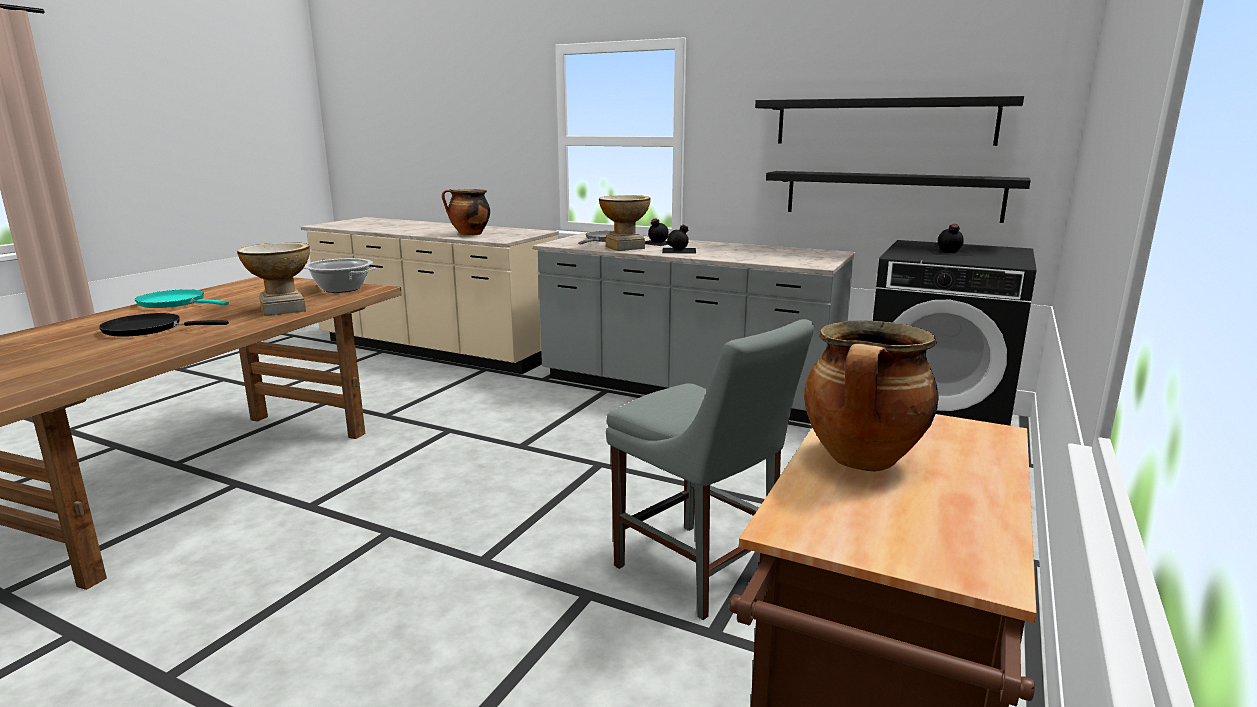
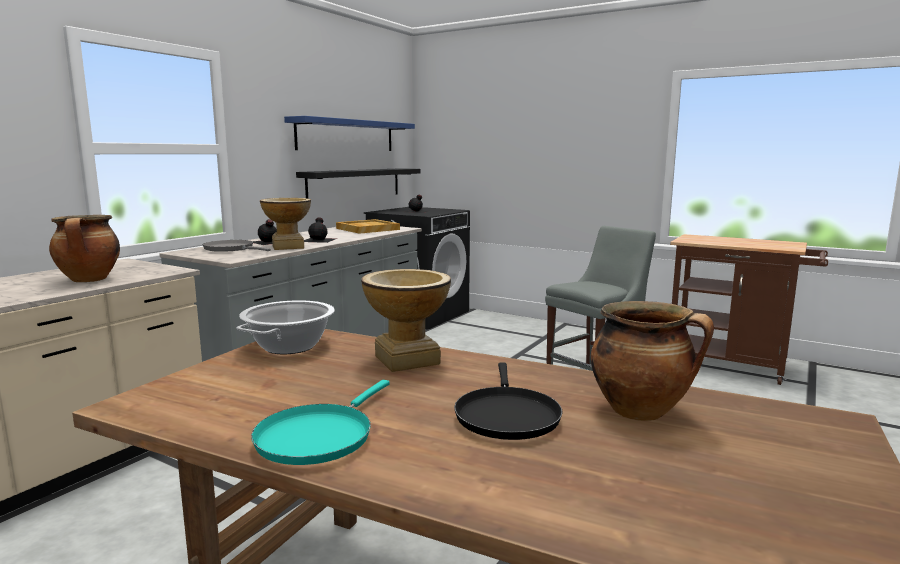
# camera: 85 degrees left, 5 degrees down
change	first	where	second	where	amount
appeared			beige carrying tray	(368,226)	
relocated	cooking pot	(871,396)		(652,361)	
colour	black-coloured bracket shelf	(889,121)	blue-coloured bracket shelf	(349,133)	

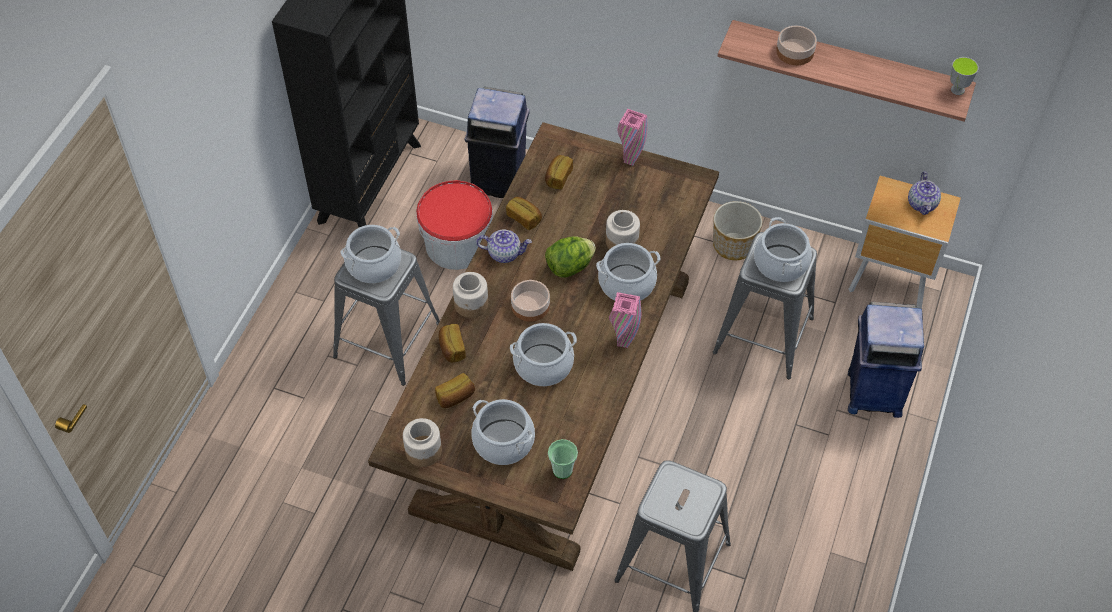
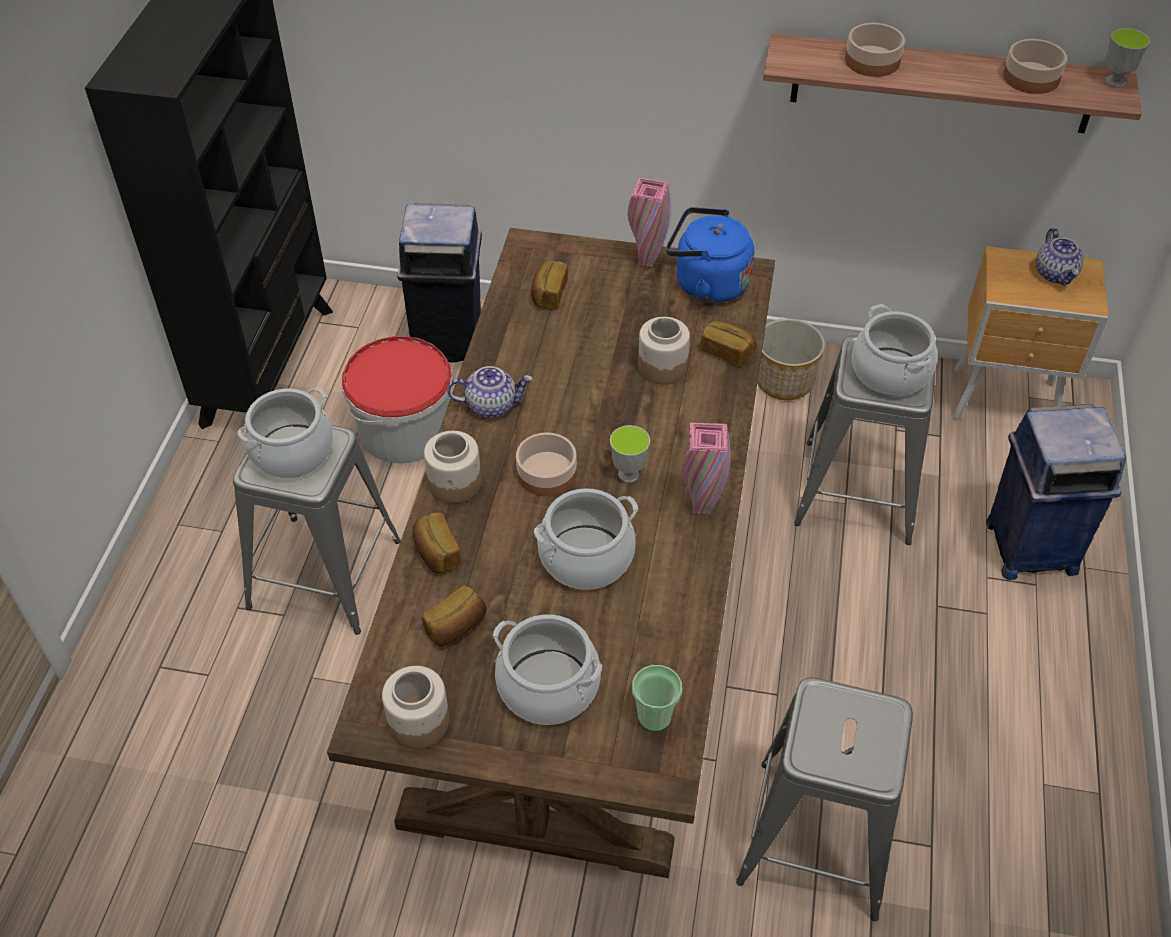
# camera: 10 degrees left, 5 degrees down
change	first	where	second	where	amount
missing	lettuce	(570,256)			
missing	cooking pot	(628,272)			
appeared			cup	(630,454)	
appeared			blue-coloured tea kettle	(710,255)	
appeared			serving bowl	(1035,66)	
relocated	baked bread	(524,213)		(728,343)	

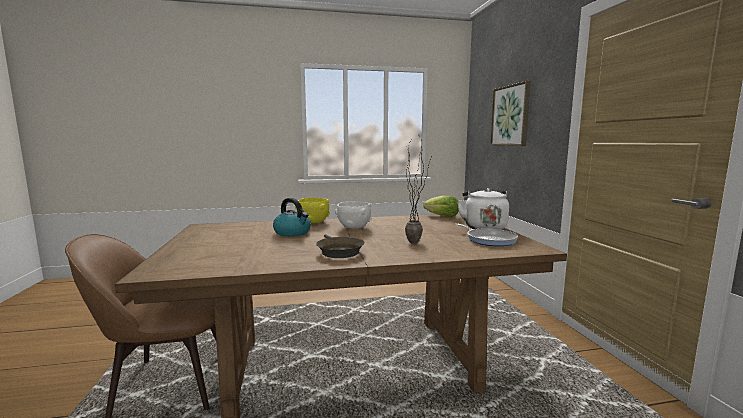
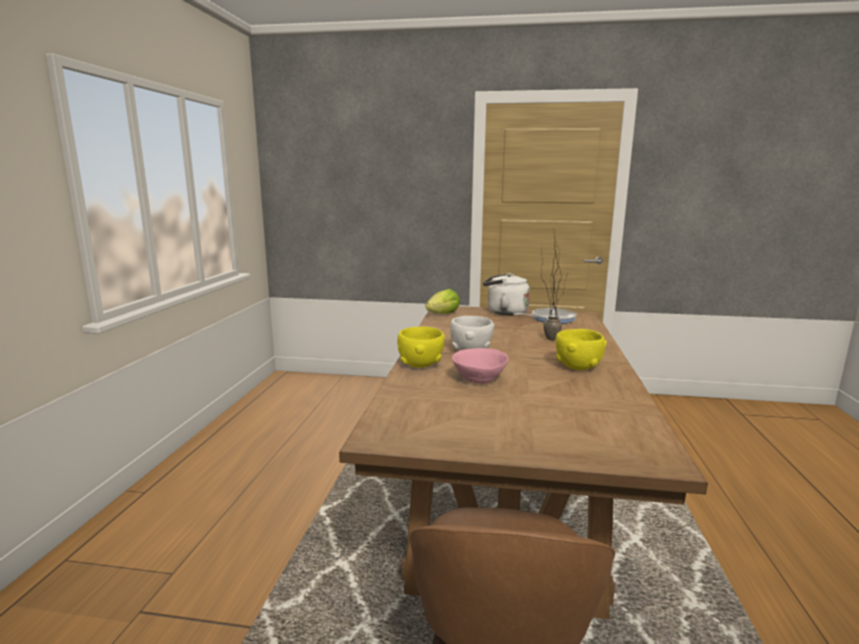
# camera: 70 degrees left, 5 degrees up
change	first	where	second	where	amount
missing	picture	(510,113)			
exchanged	tea kettle	(292,217)	pinkish serving bowl	(480,366)	
exchanged	brownish pan	(340,246)	yellow-coloured serving bowl	(581,349)	

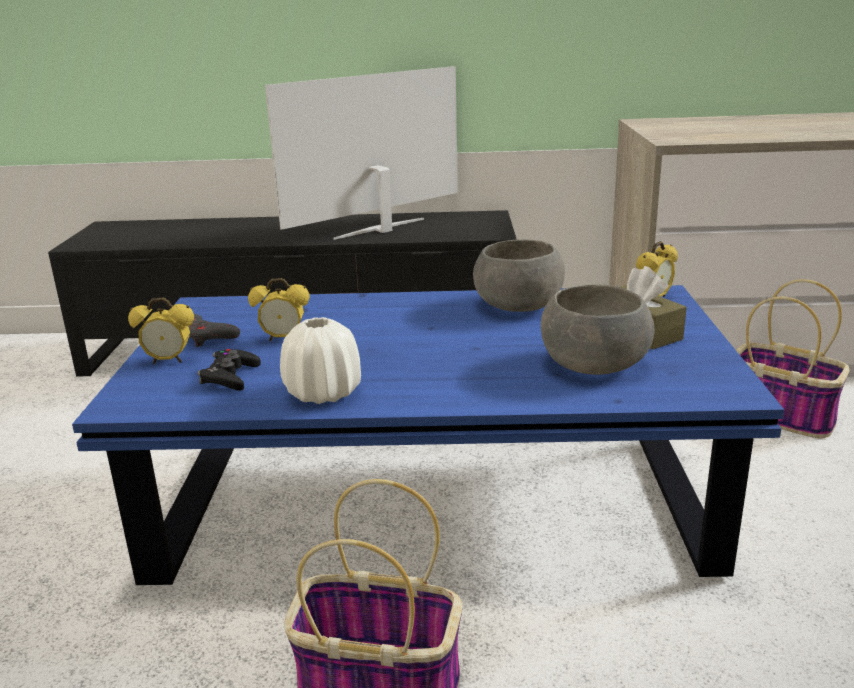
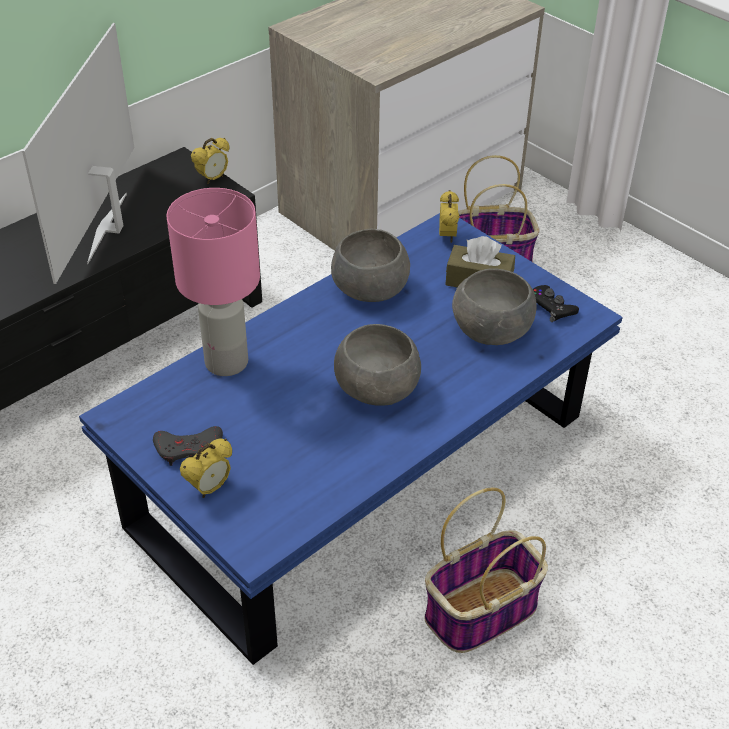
# camera: 45 degrees left, 20 degrees up
change	first	where	second	where	amount
missing	white decorative vase	(320,360)			
appeared			pinkish table lamp	(213,282)	
appeared			grey serving bowl	(377,365)	
relocated	black-coloured gamepad	(229,370)		(556,303)	
relocated	alarm clock	(279,309)		(210,161)	

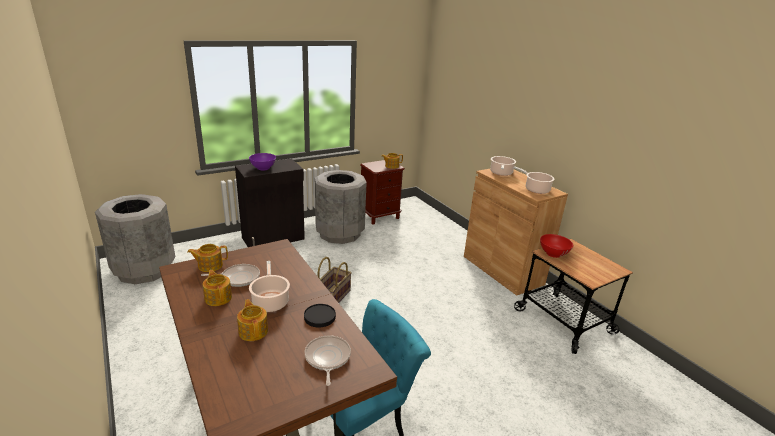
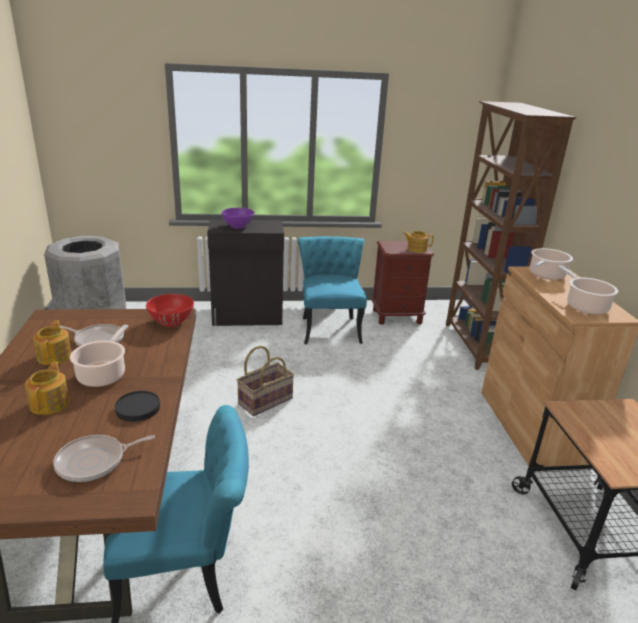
# camera: 25 degrees right, 0 degrees up
change	first	where	second	where	amount
missing	tea pot	(207,258)			
appeared			brownish bookcase	(511,235)	
relocated	reddish serving bowl	(556,246)		(170,310)	
exchanged	grey waste bin	(341,207)	turquoise-coloured plain chair	(332,290)	
spun	pan	(328,361)		(104,458)	135 degrees counterclockwise

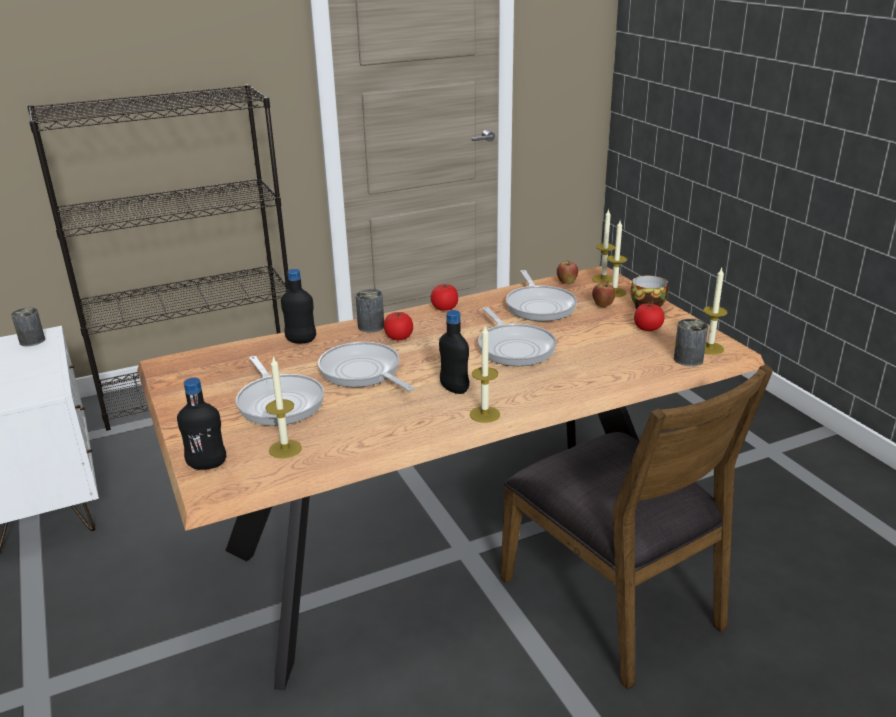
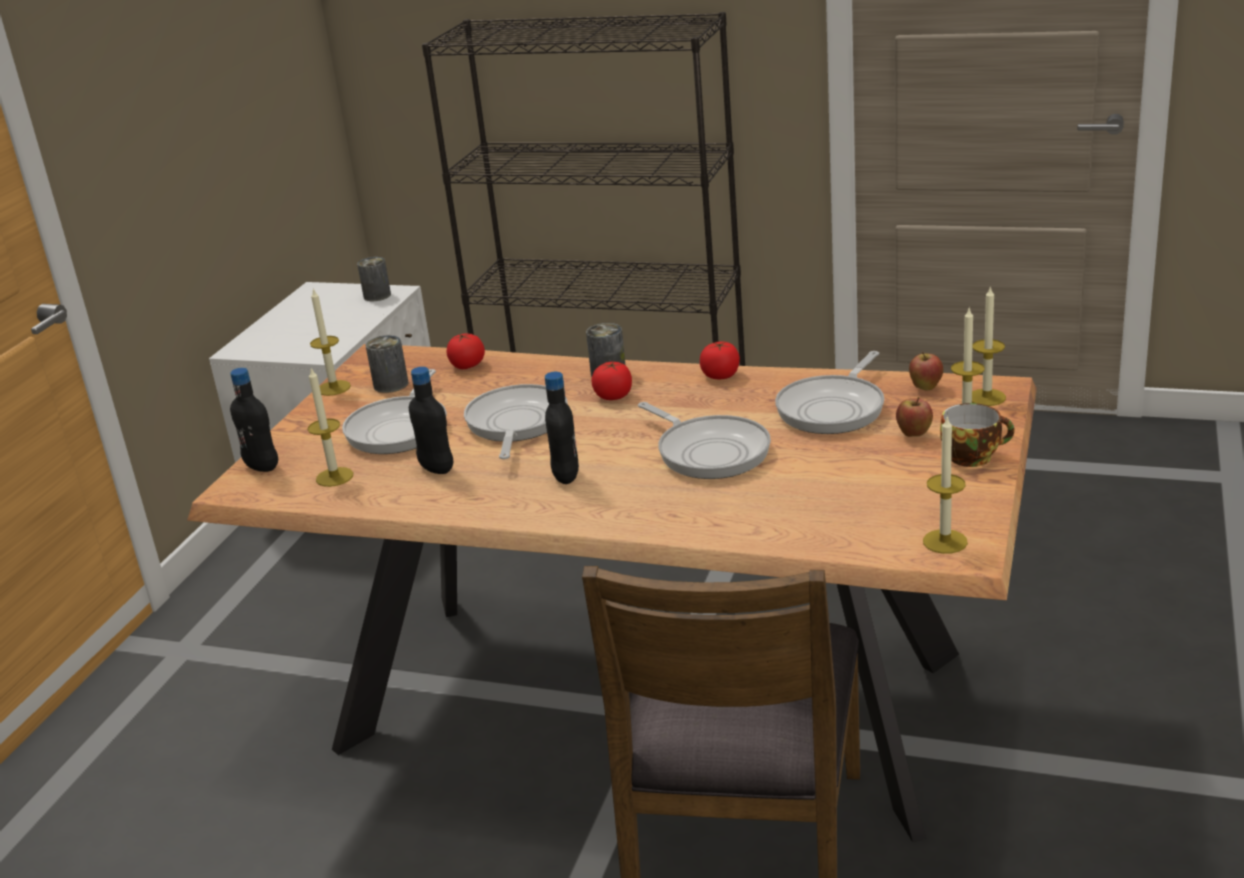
# camera: 45 degrees right, 0 degrees up
change	first	where	second	where	amount
relocated	black-coloured beverage bottle	(298,306)		(431,420)	
relocated	candle	(485,374)		(330,342)	
relocated	whole tomato	(649,317)		(466,351)	
relocated	metal can	(691,342)		(387,364)	
spun	pan	(517,336)		(704,440)	60 degrees counterclockwise

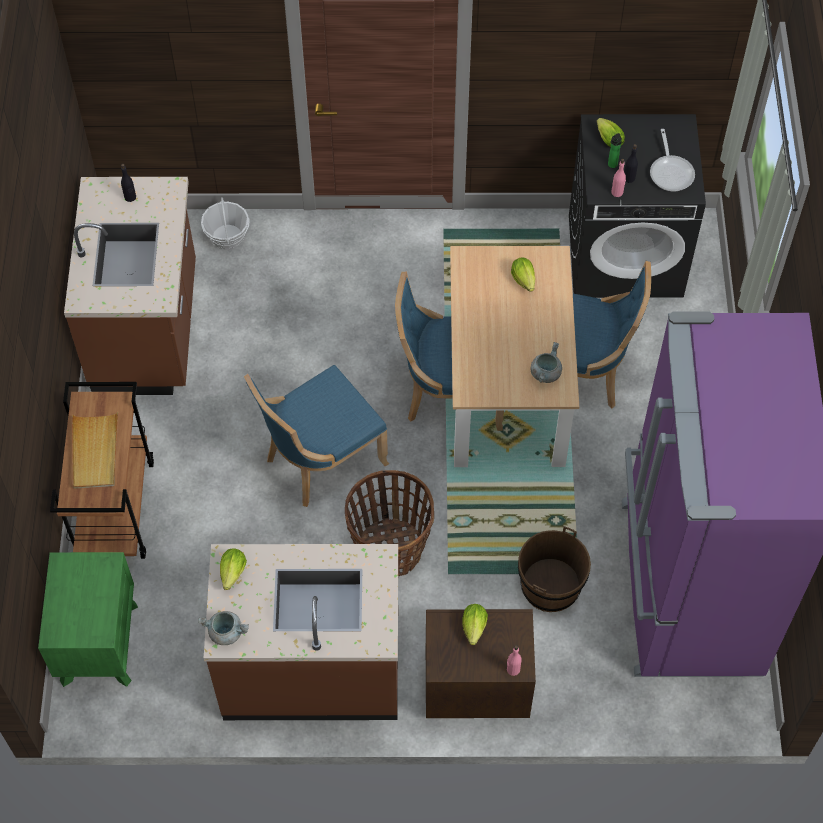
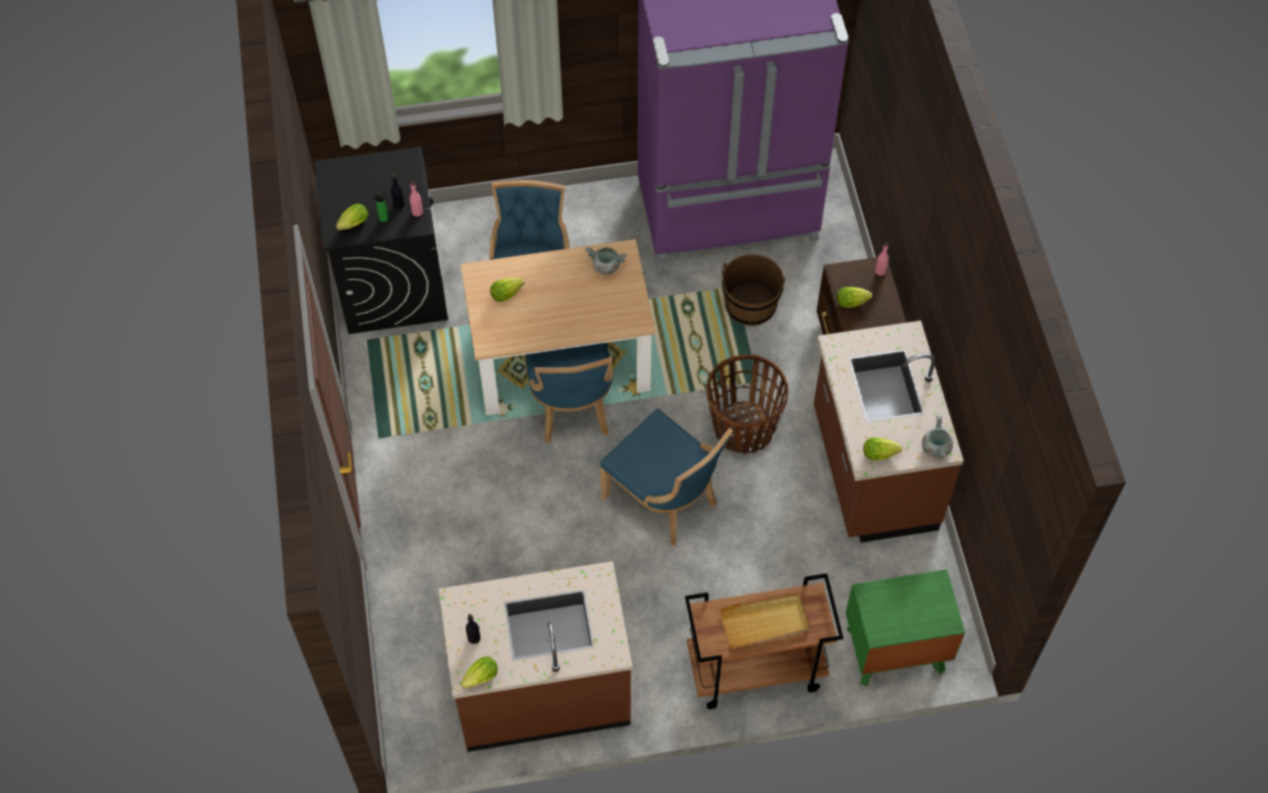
# camera: 100 degrees left, 0 degrees up
change	first	where	second	where	amount
missing	basket	(225,223)			
missing	pan	(672,160)			
appeared			lettuce	(479,672)	

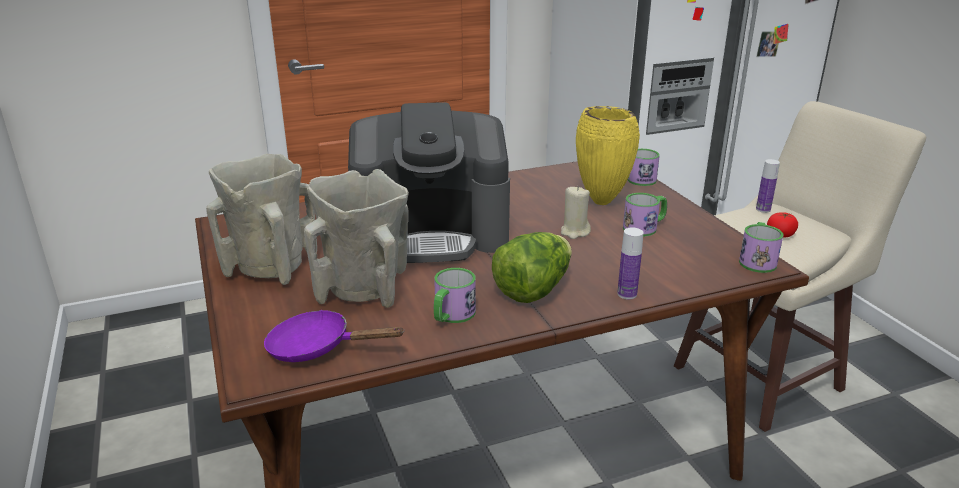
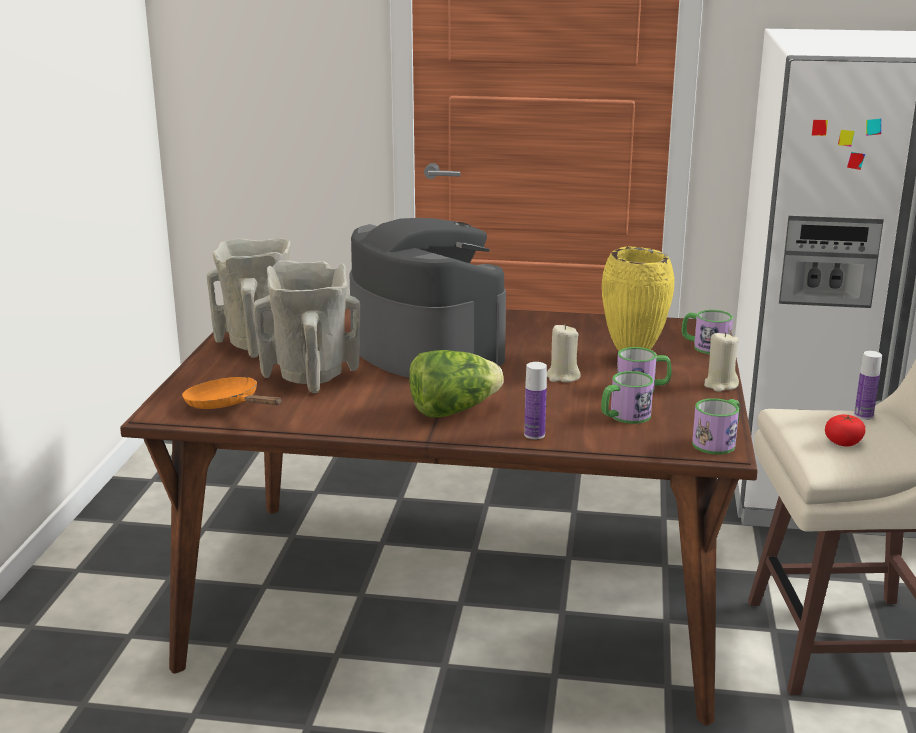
# camera: 30 degrees right, 5 degrees down
change	first	where	second	where	amount
appeared			beige candle	(721,362)	
relocated	mug	(455,295)		(627,397)	
colour	purple pan	(334,336)	orange pan	(232,393)	
spun	coffee machine	(429,182)		(427,298)	150 degrees counterclockwise

